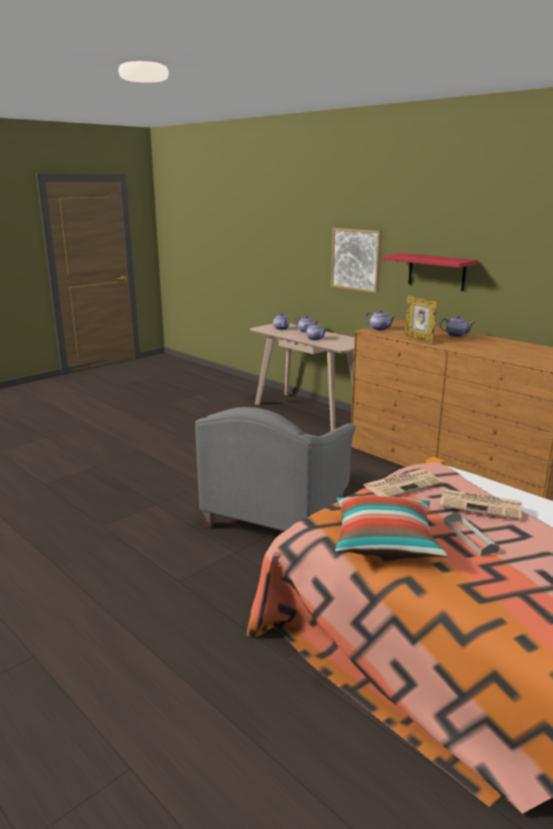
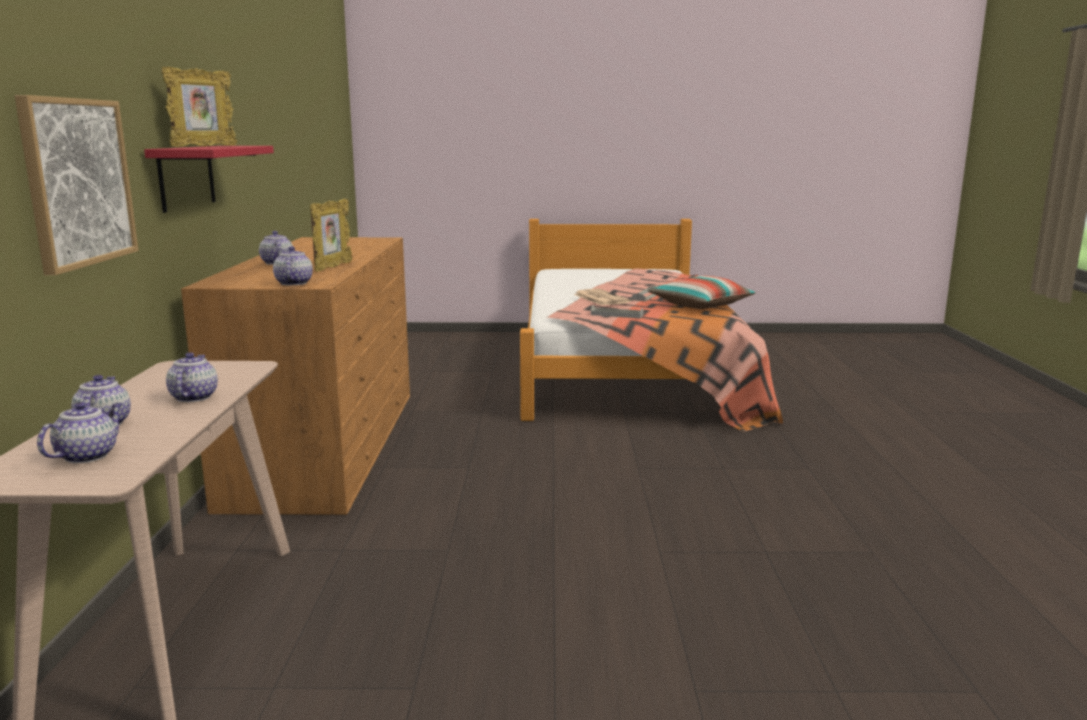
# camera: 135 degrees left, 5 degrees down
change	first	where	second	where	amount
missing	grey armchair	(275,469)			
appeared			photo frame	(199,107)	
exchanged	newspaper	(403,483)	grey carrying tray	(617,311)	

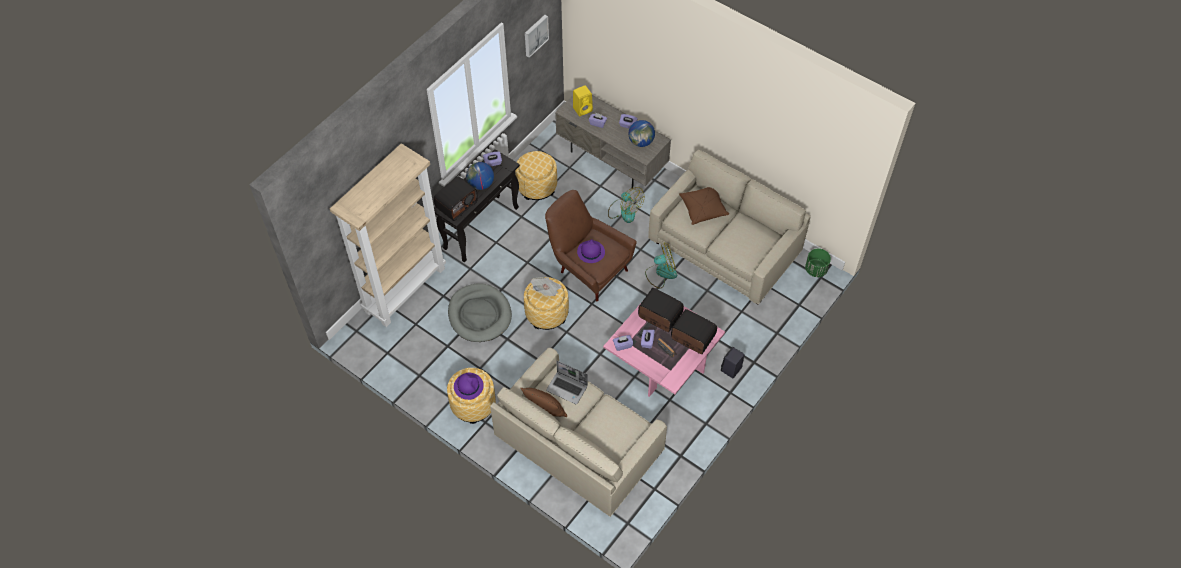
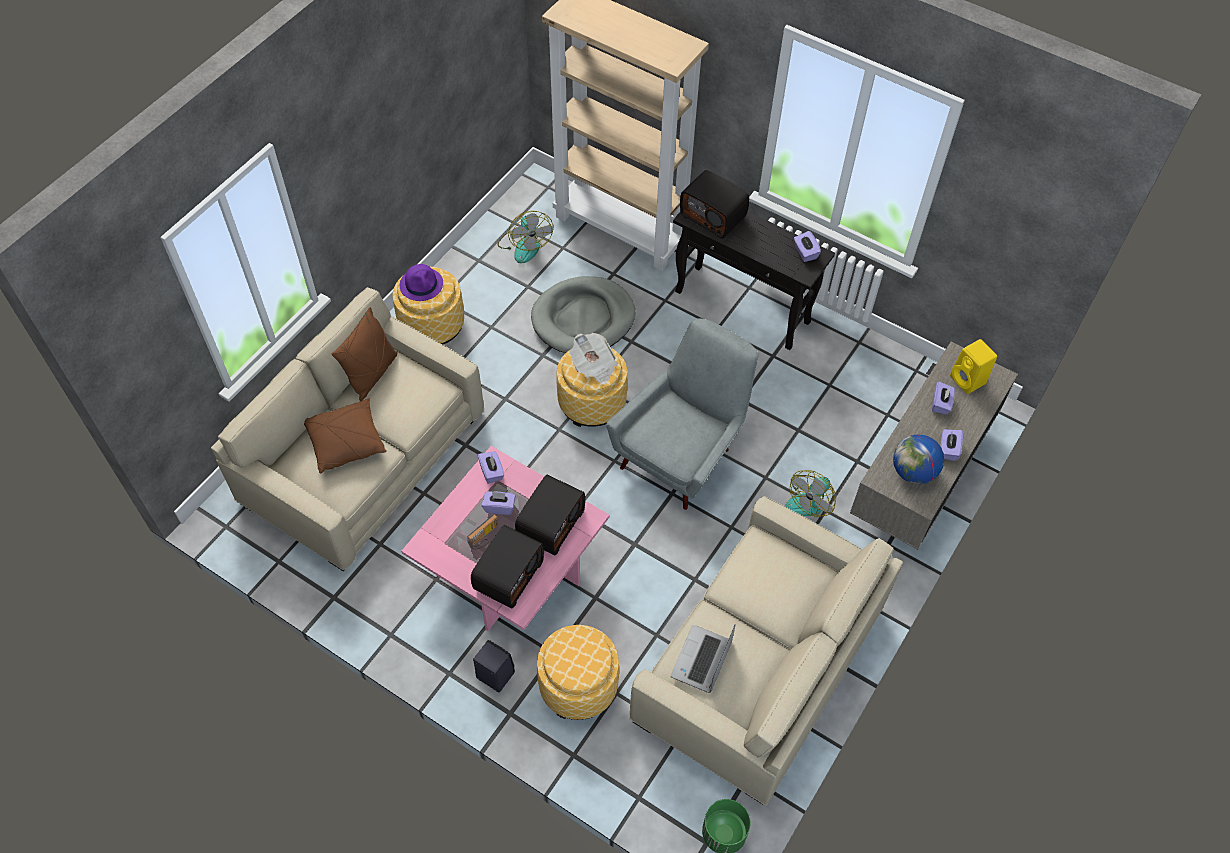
# camera: 85 degrees right, 0 degrees up
change	first	where	second	where	amount
missing	globe	(480,176)			
missing	picture	(537,36)			
missing	purple wearable hat	(591,251)			
relocated	footrest	(536,175)		(578,672)	
relocated	notebook computer	(567,383)		(703,659)	
relocated	electric fan	(661,265)		(525,237)	
relocated	brownish pillow	(704,206)		(345,435)	
colour	brownish armchair	(591,245)	grey armchair	(682,414)	

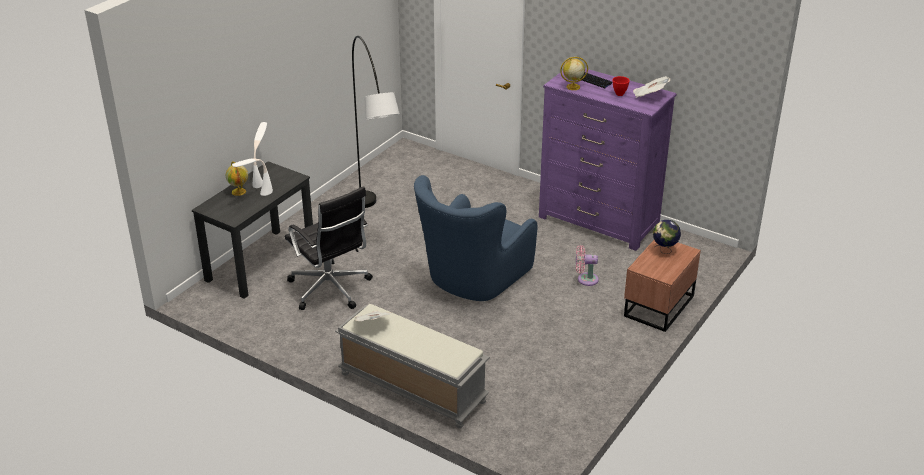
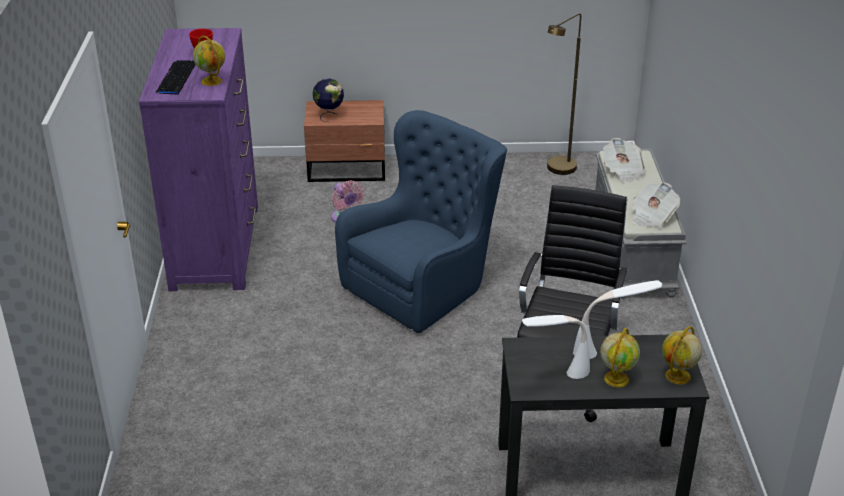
# camera: 125 degrees left, 0 degrees up
change	first	where	second	where	amount
missing	grey floor lamp	(376,122)			
appeared			brownish floor lamp	(564,94)	
appeared			globe	(682,355)	
relocated	newspaper	(651,87)		(624,160)	
spun	blue-coloured armchair	(475,238)		(421,221)	45 degrees counterclockwise

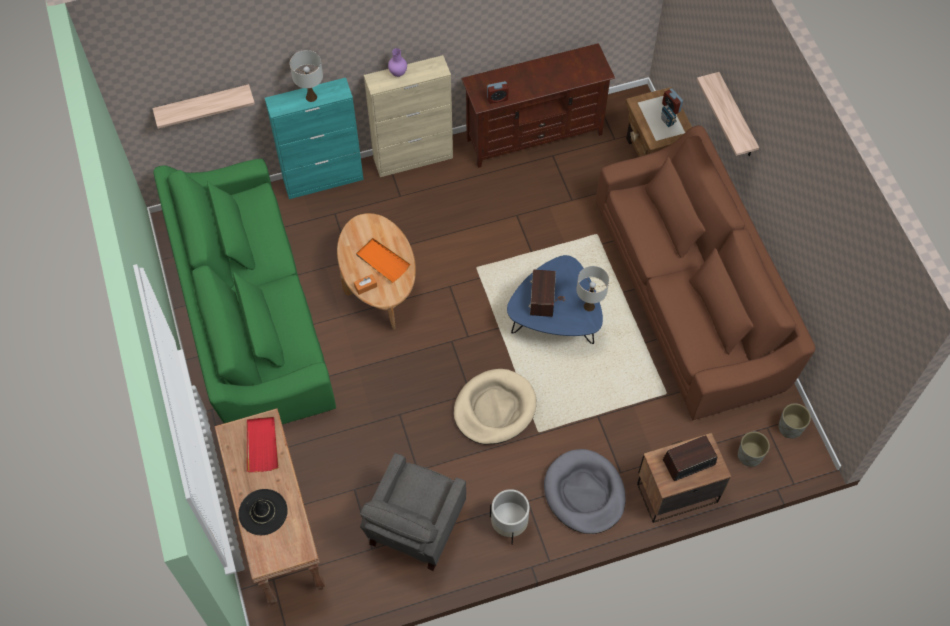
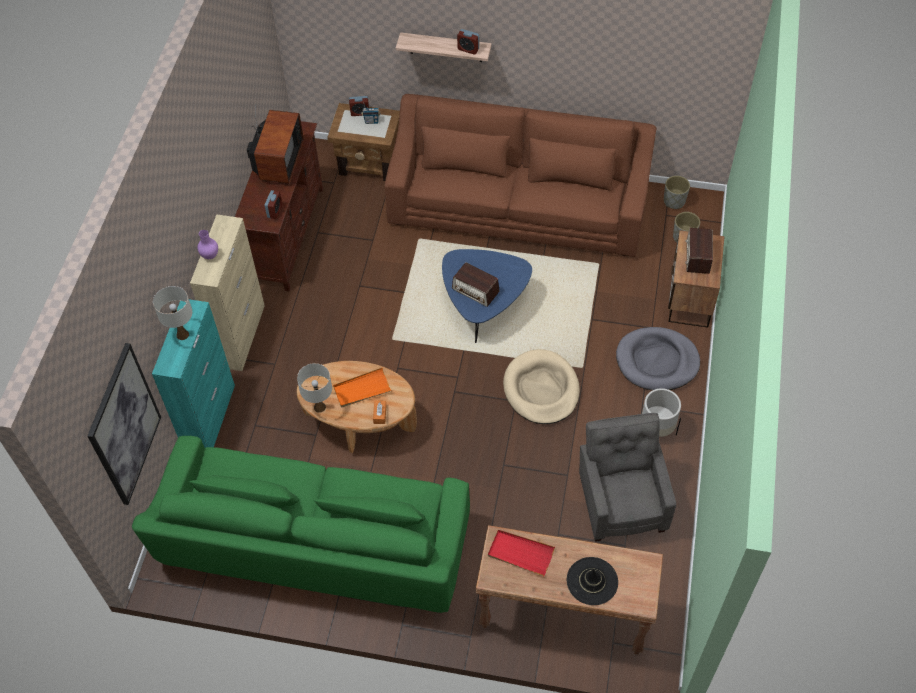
# camera: 60 degrees left, 5 degrees down
change	first	where	second	where	amount
appeared			television	(275,144)	
appeared			alarm clock	(468,42)	
relocated	white table lamp	(592,289)		(314,388)	
exchanged	bracket shelf	(203,106)	picture	(124,424)	
spun	grey armchair	(412,512)		(627,477)	150 degrees counterclockwise

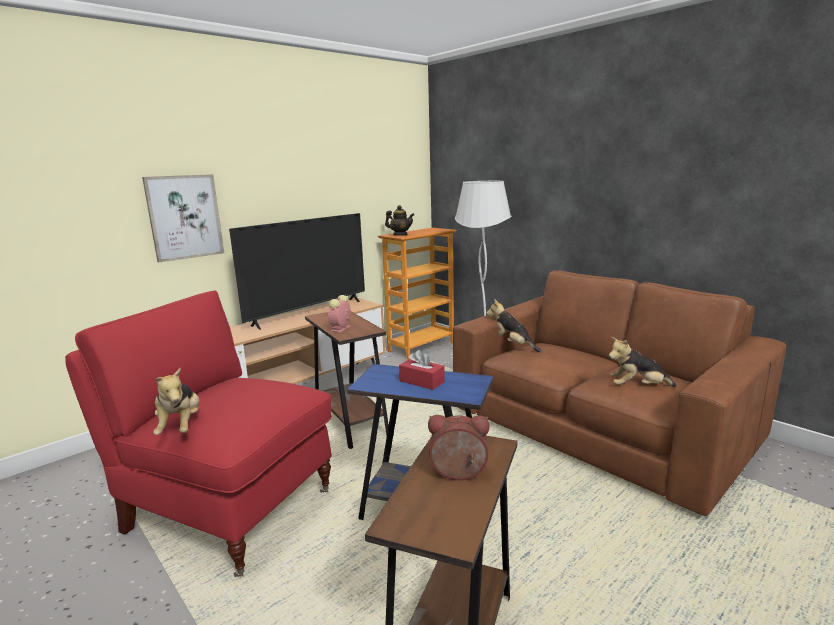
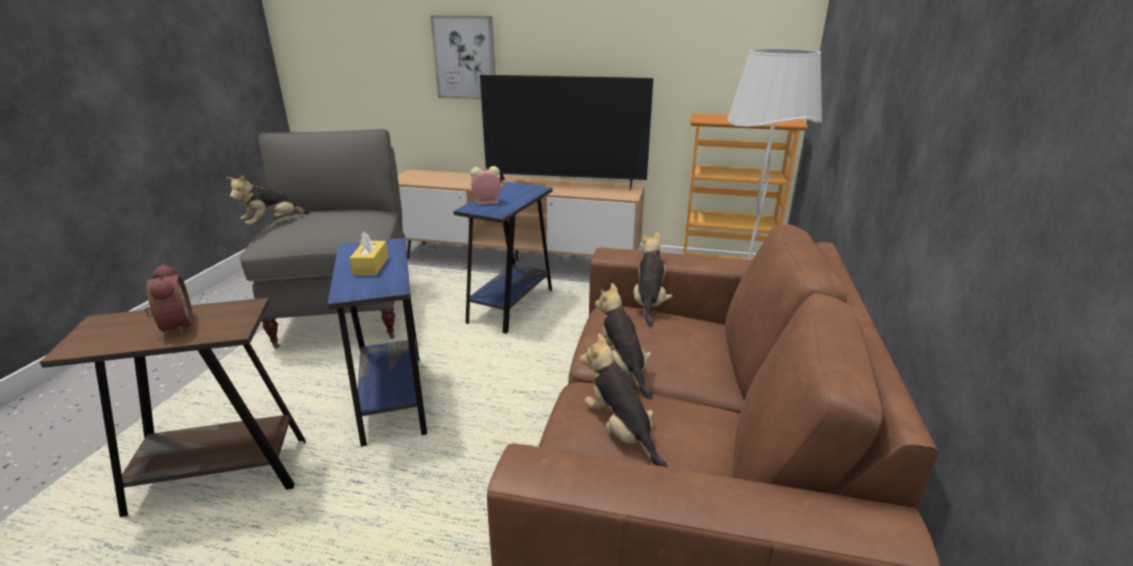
# camera: 55 degrees right, 10 degrees up
change	first	where	second	where	amount
missing	tea pot	(399,220)			
appeared			cuddly toy	(624,341)	
colour	reddish armchair	(198,433)	grey armchair	(322,238)	
colour	brownish side table	(347,380)	blue-coloured side table	(503,258)	
colour	reddish tissue holder	(422,370)	yellow-coloured tissue holder	(369,253)	

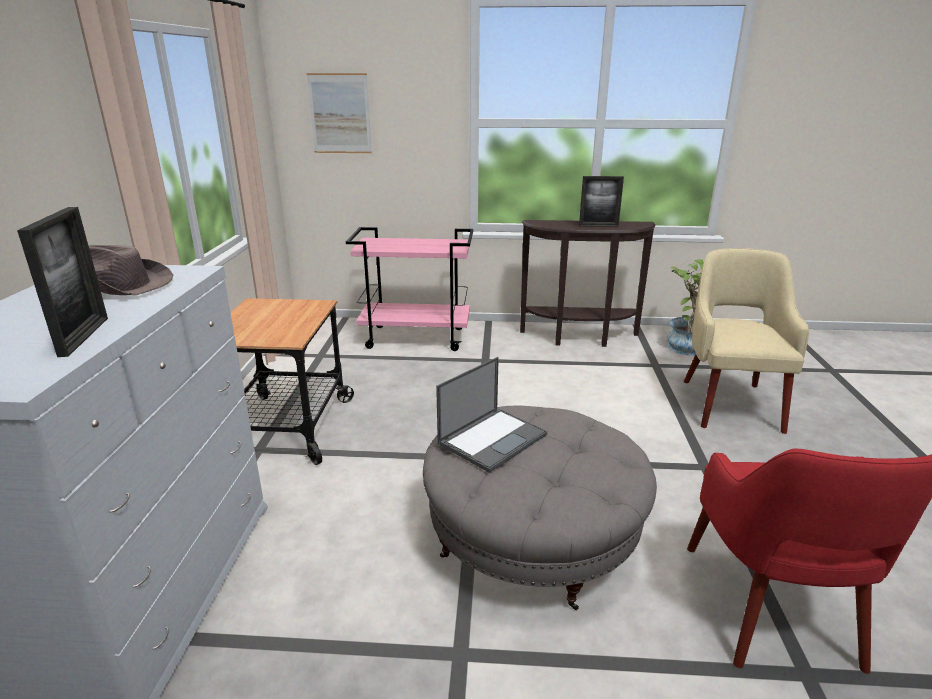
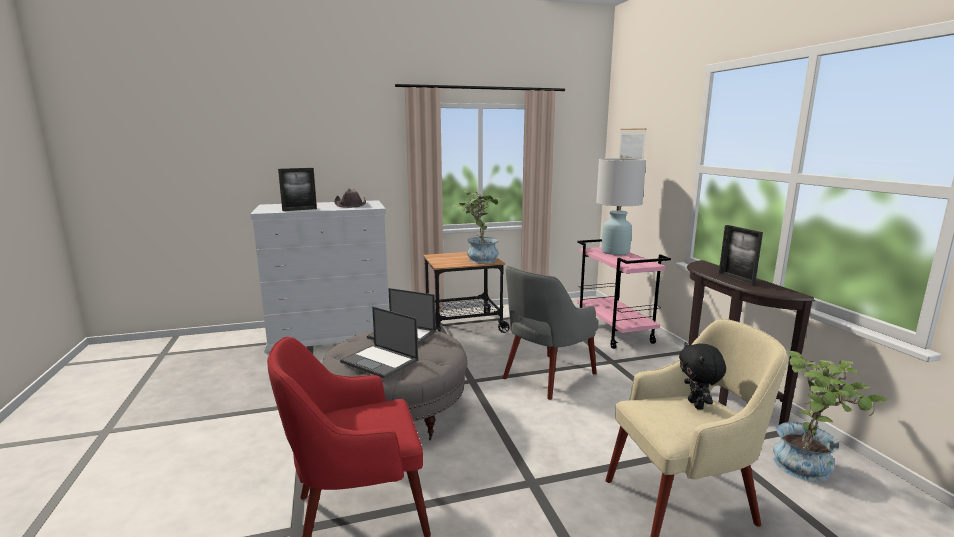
# camera: 70 degrees right, 10 degrees down
change	first	where	second	where	amount
appeared			notebook computer	(379,343)	
appeared			plant in a pot	(477,226)	
appeared			grey armchair	(551,333)	
appeared			white table lamp	(621,206)	
appeared			black-coloured cuddly toy	(702,376)	

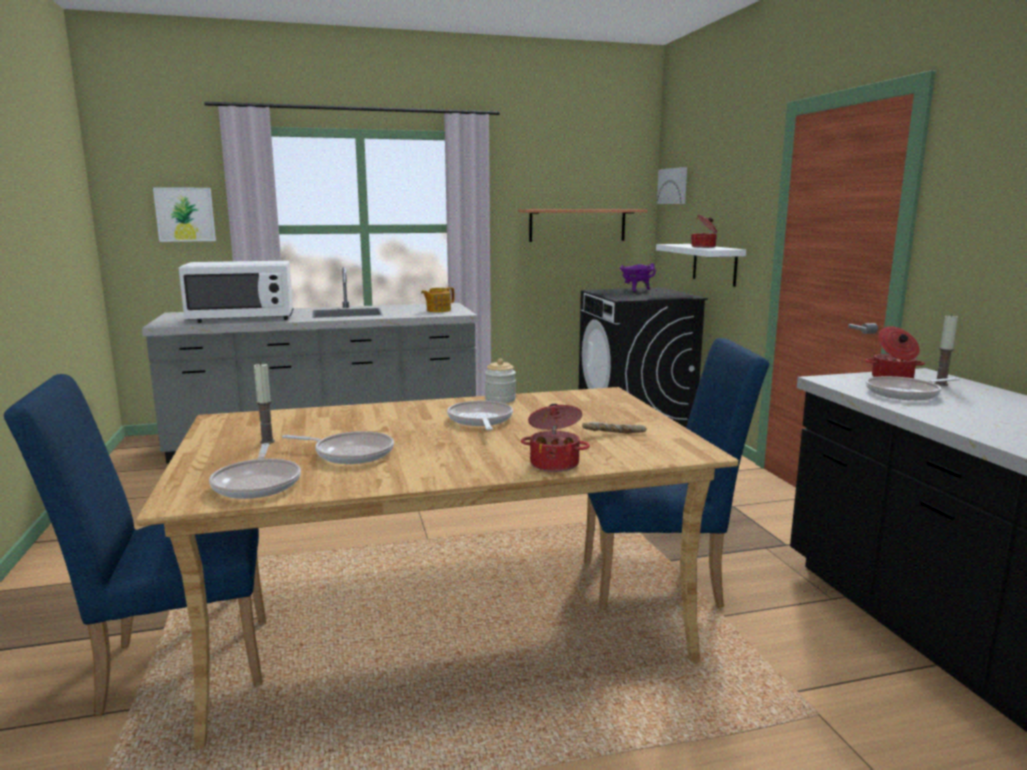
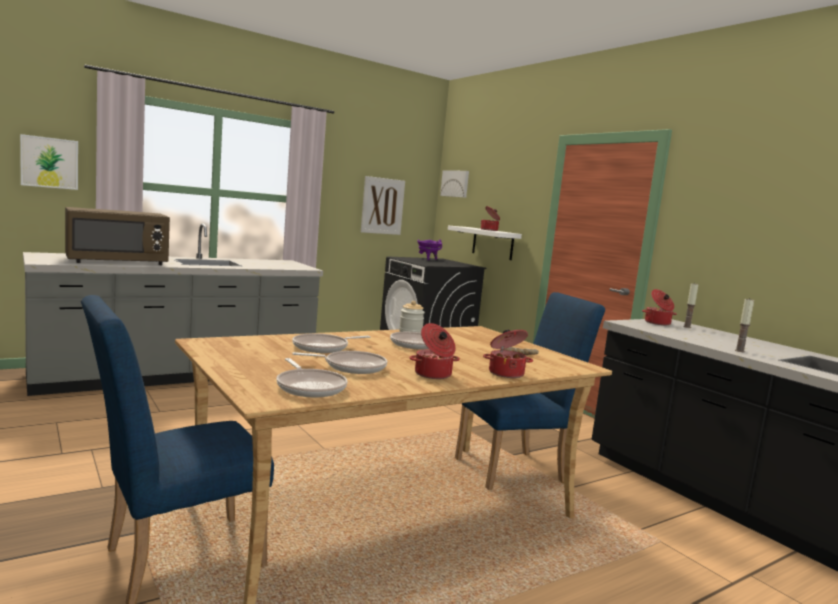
# camera: 20 degrees left, 5 degrees down
change	first	where	second	where	amount
missing	tea pot	(438,299)			
appeared			cooking pot	(434,351)	
relocated	candle	(264,403)		(744,325)	
relocated	pan	(913,388)		(331,343)	
exchanged	bracket shelf	(583,225)	picture	(383,205)	
colour	white microwave oven	(235,292)	brownish microwave oven	(117,236)	

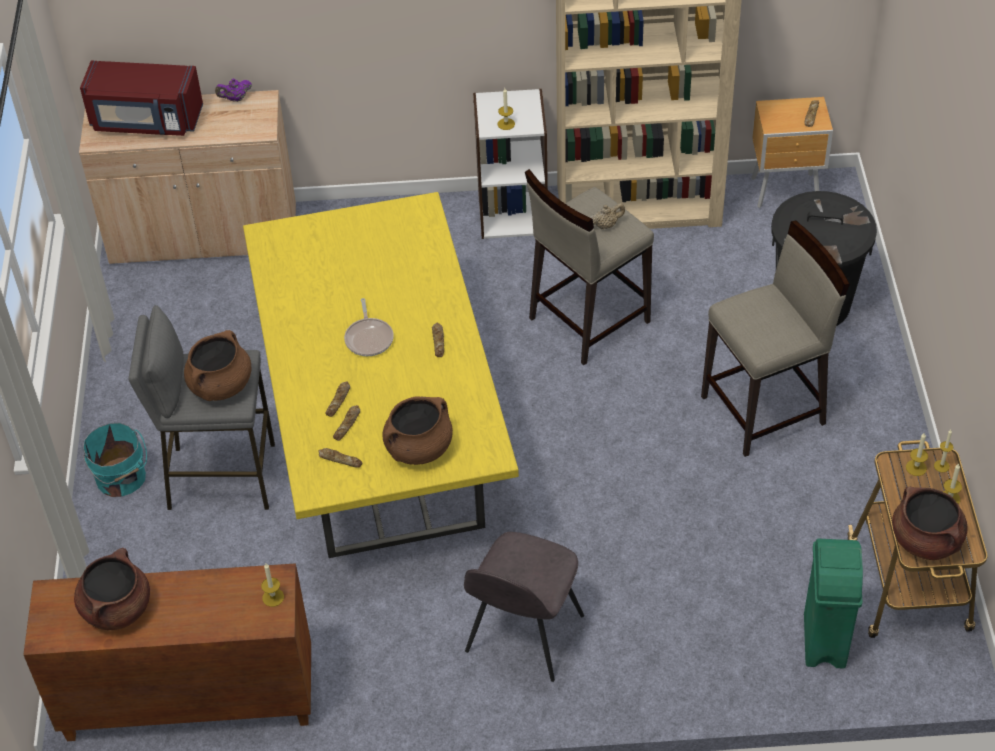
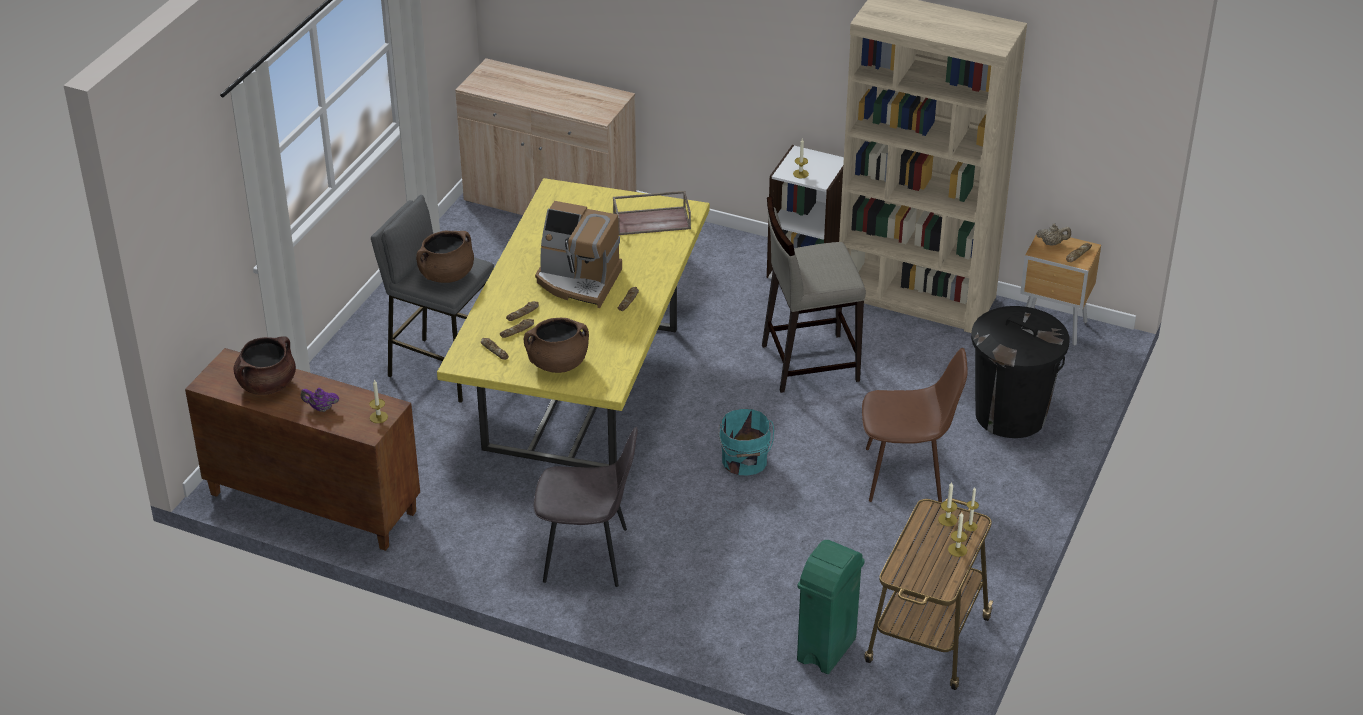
# camera: 25 degrees right, 10 degrees down
change	first	where	second	where	amount
missing	reddish microwave oven	(141,98)			
missing	brownish cooking pot	(929,523)			
appeared			brownish carrying tray	(652,213)	
relocated	turquoise-coloured pail	(115,460)		(746,442)	
relocated	purple tea pot	(233,90)		(320,400)	
relocated	beige tea pot	(607,216)		(1053,234)	
exchanged	pan	(369,327)	coffee machine	(578,254)	
exchanged	beige stool	(775,338)	brownish plain chair	(915,425)	
spun	grey plain chair	(524,607)		(586,507)	135 degrees counterclockwise

